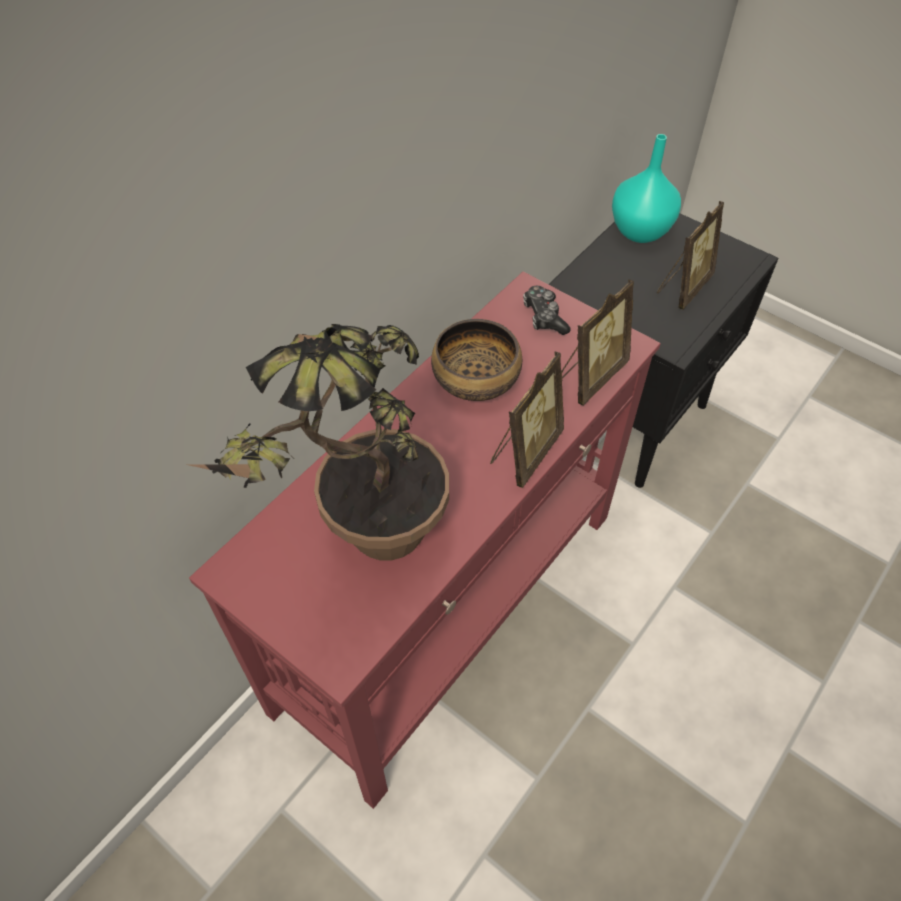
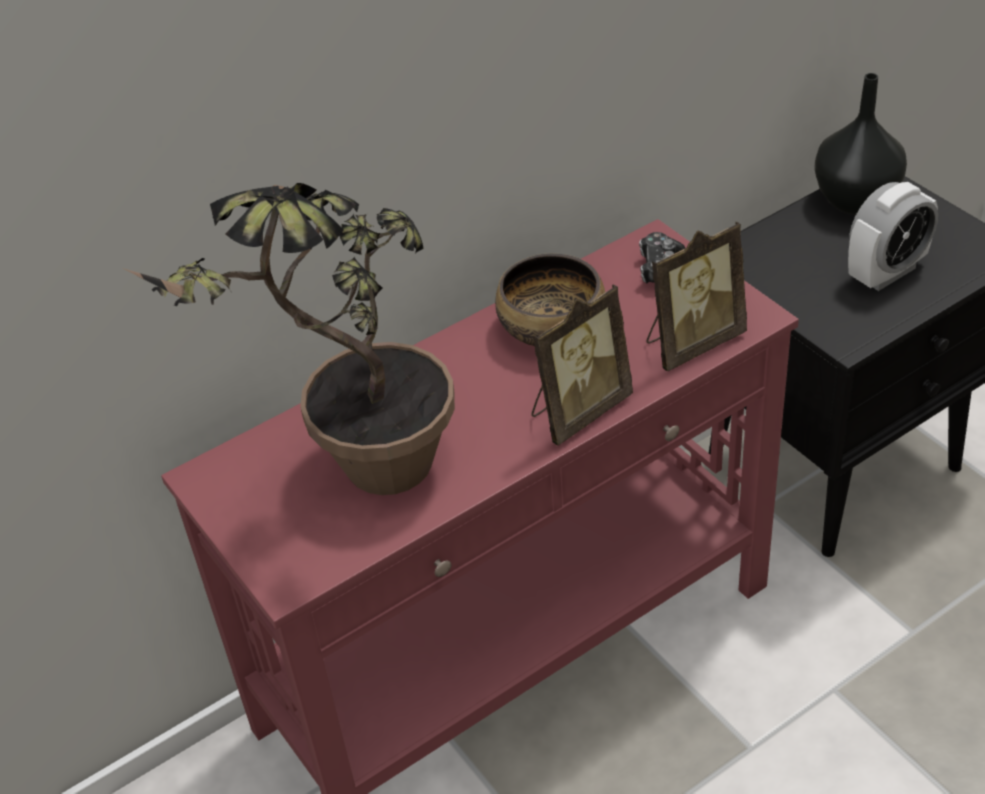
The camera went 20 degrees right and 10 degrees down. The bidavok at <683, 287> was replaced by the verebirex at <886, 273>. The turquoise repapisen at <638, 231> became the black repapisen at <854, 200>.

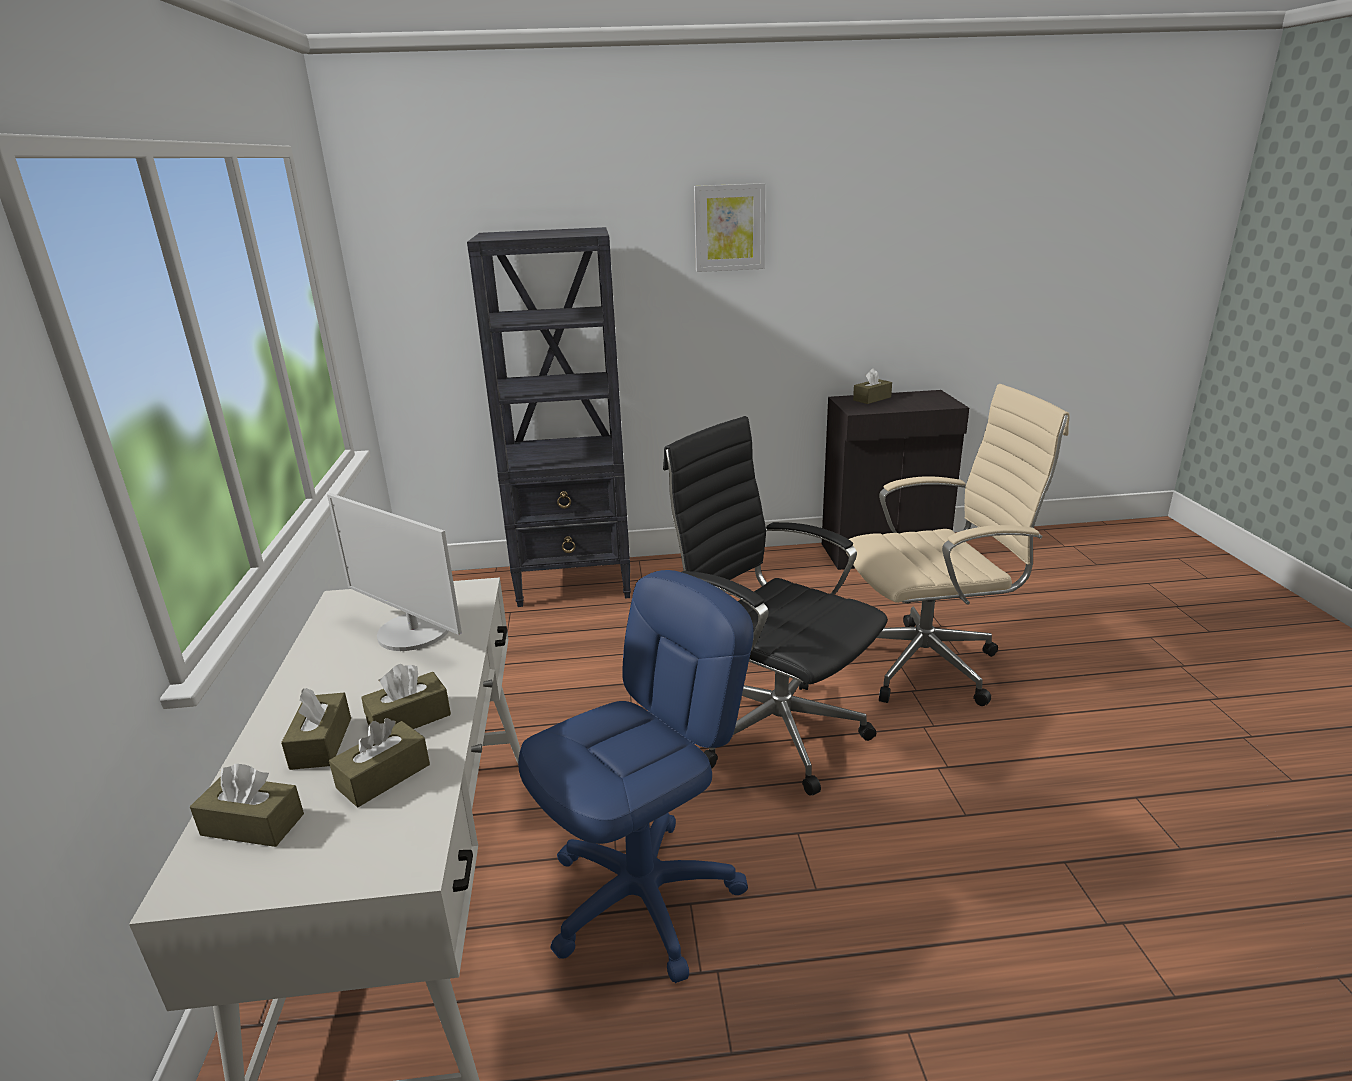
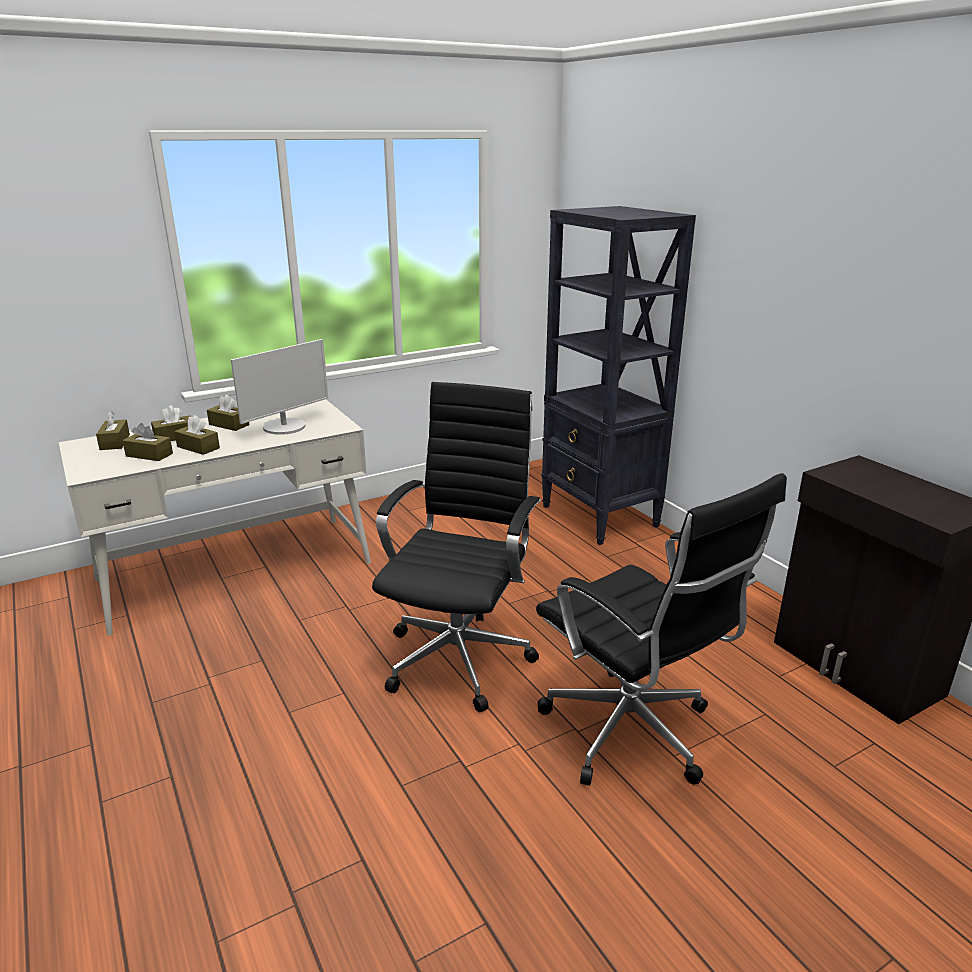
The camera went 65 degrees right and 0 degrees up. The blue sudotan at <644, 898> disappeared. The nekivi at <729, 228> disappeared. The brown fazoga moved from <872, 399> to <229, 425>. The beige sudotan at <930, 664> became the black sudotan at <633, 735>. The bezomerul at <413, 632> turned 150 degrees counterclockwise.

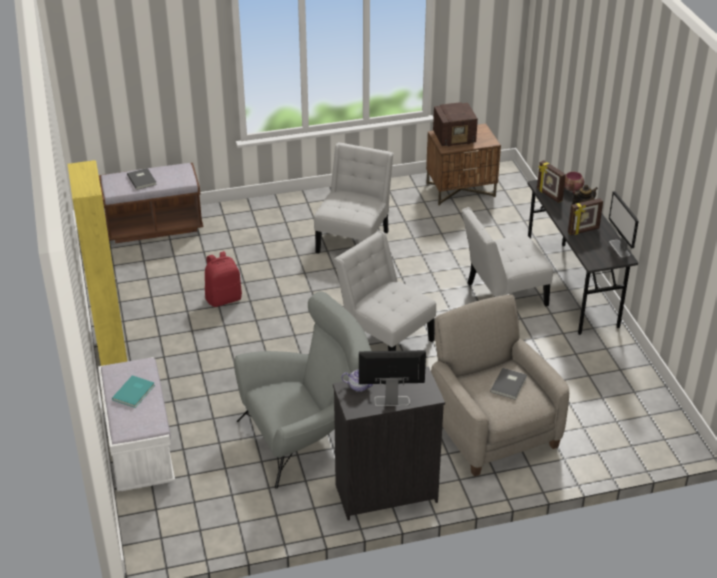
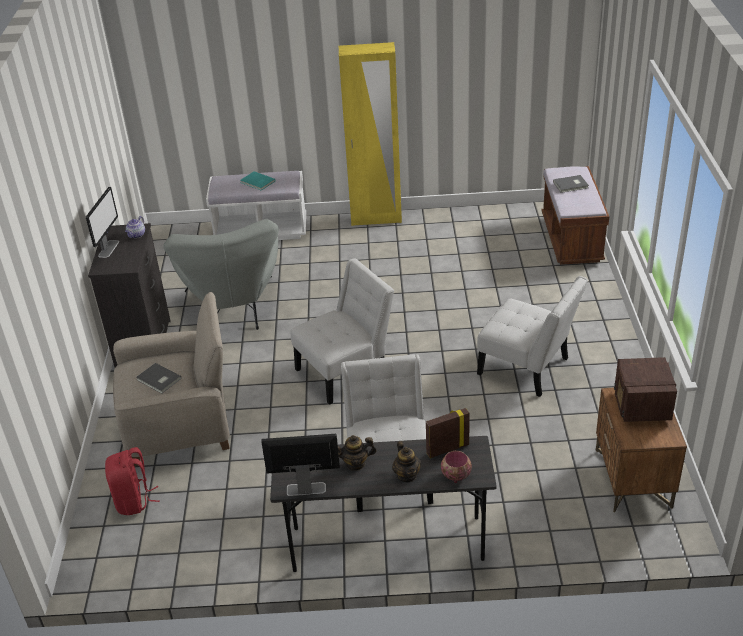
The camera went 105 degrees right and 0 degrees up. The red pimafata moved from <223, 298> to <134, 501>. The bidavok at <583, 231> was replaced by the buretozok at <355, 463>.

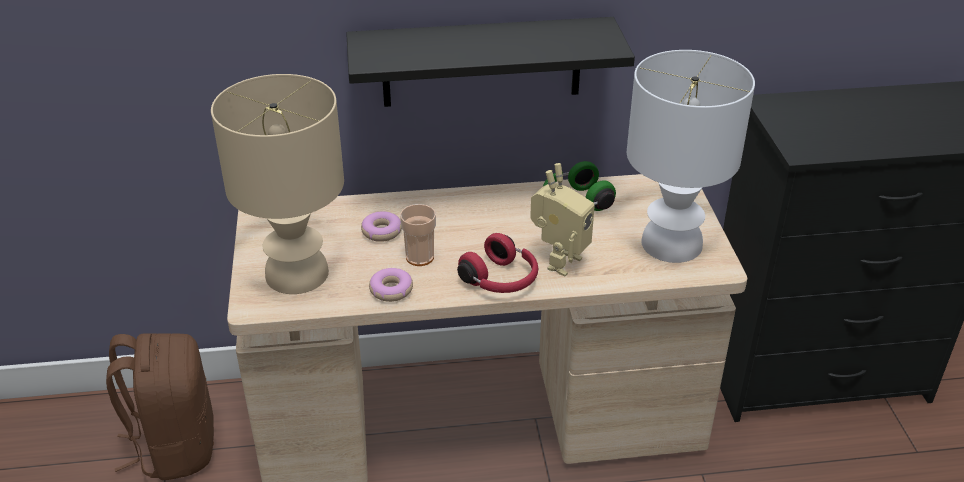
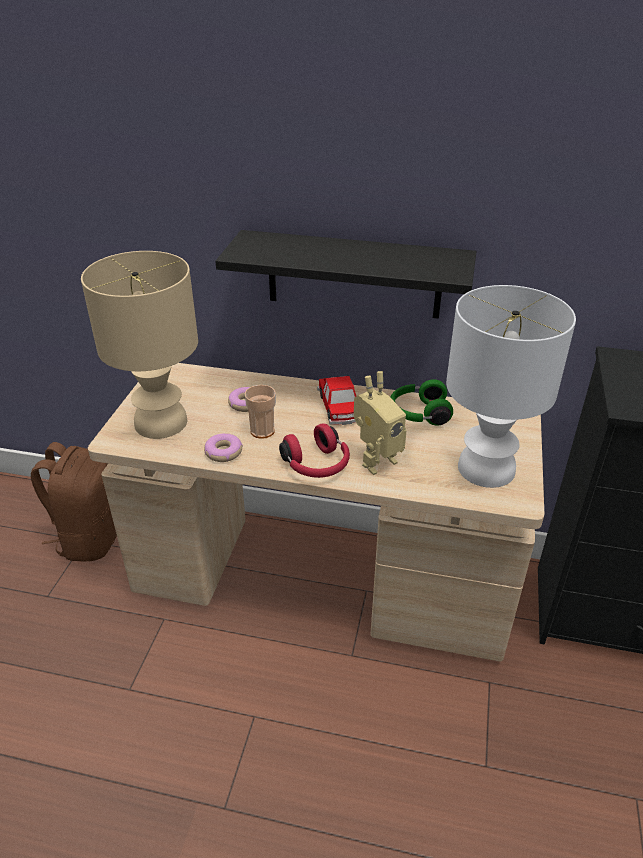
The camera went 20 degrees right and 0 degrees up. The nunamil at <339, 407> appeared.

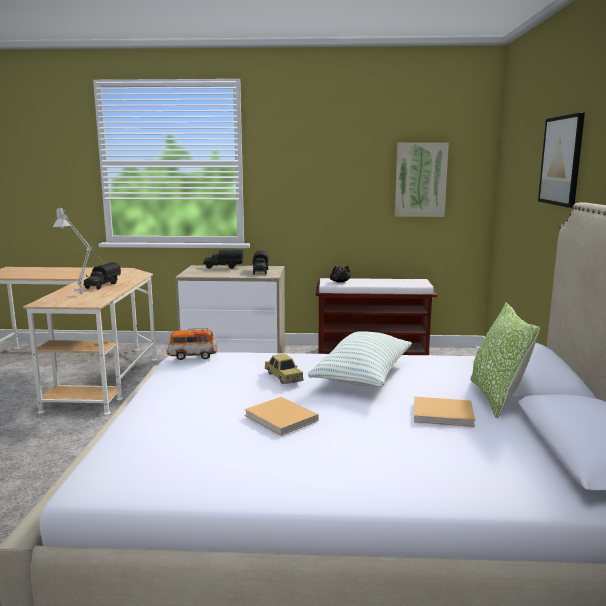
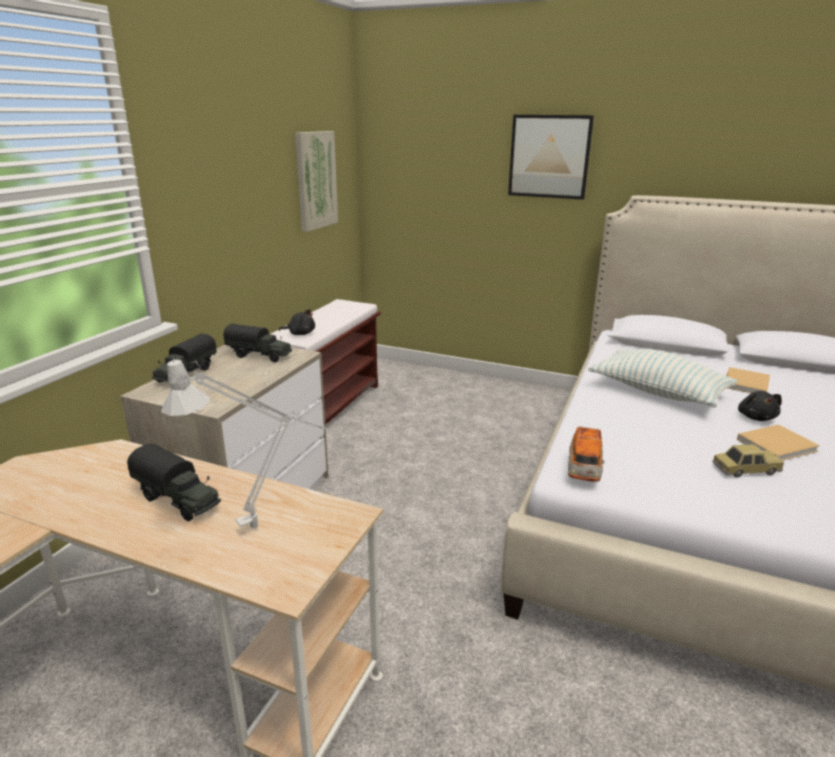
The camera went 70 degrees left and 10 degrees up. The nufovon at <497, 398> disappeared. The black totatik at <756, 417> appeared. The nunamil moved from <283, 377> to <745, 470>.

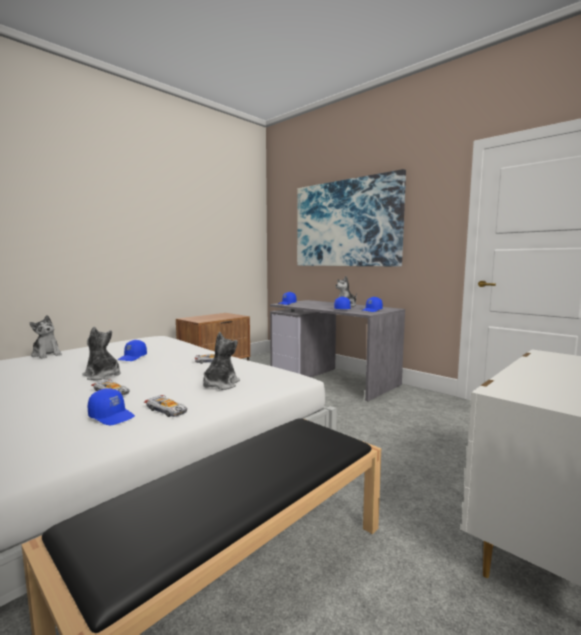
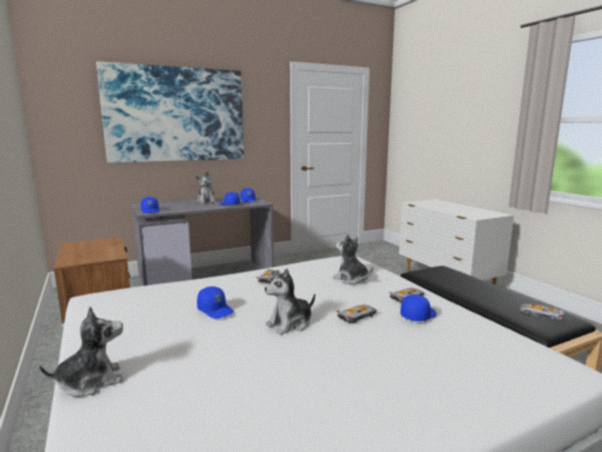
The camera went 70 degrees left and 5 degrees up. The nunamil at <540, 314> appeared.

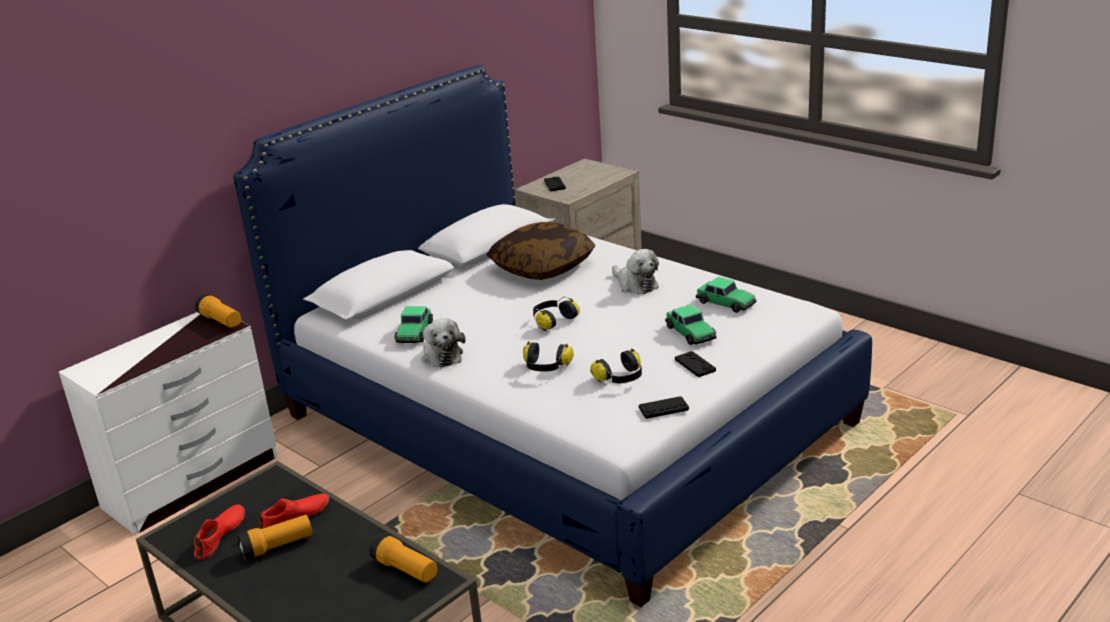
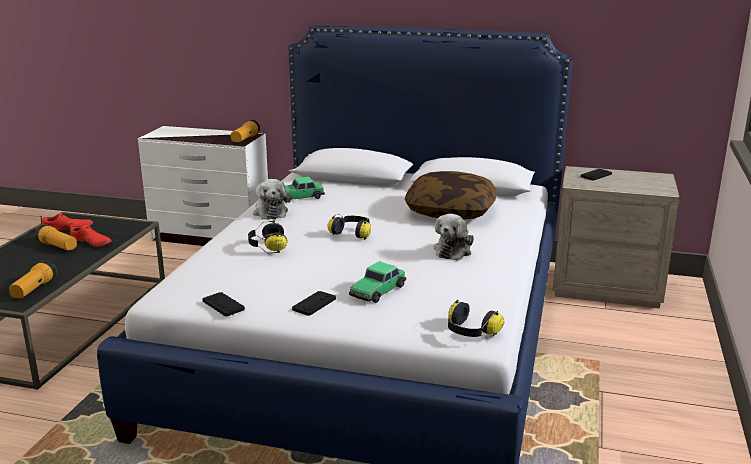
The camera went 60 degrees right and 5 degrees down. The nunamil at <726, 303> disappeared. The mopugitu moved from <621, 378> to <470, 332>. The totatik at <442, 355> turned 60 degrees counterclockwise.

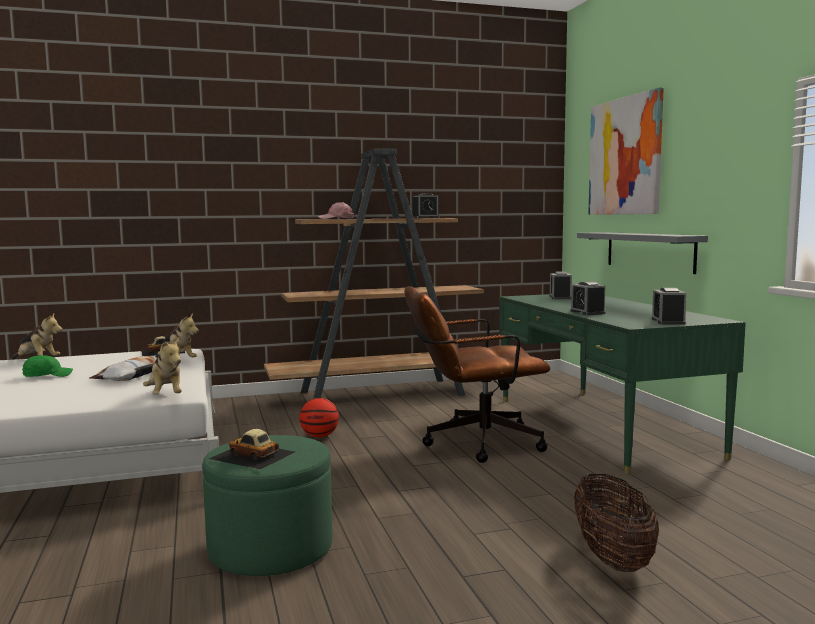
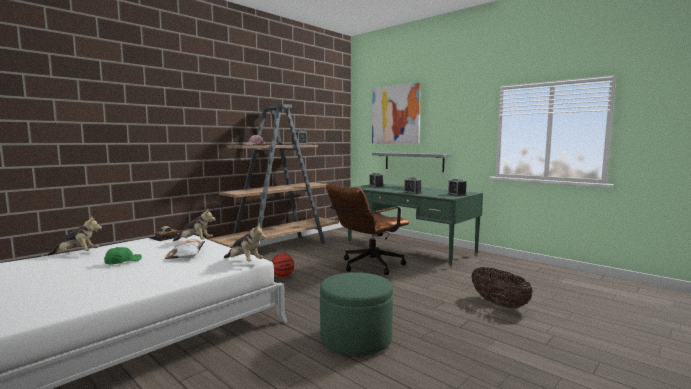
The camera went 30 degrees left and 0 degrees up. The nunamil at <252, 455> disappeared.

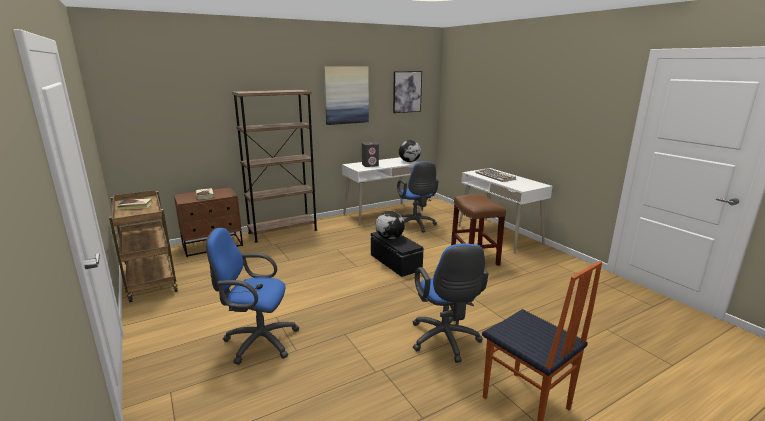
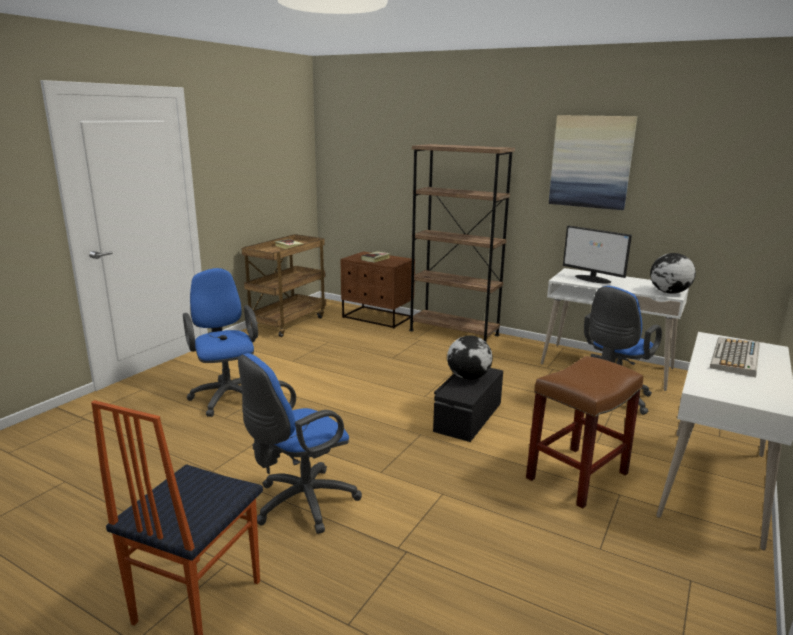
The camera went 60 degrees right and 0 degrees up. The nekivi at <407, 92> disappeared. The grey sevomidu at <370, 165> was replaced by the bezomerul at <593, 279>.

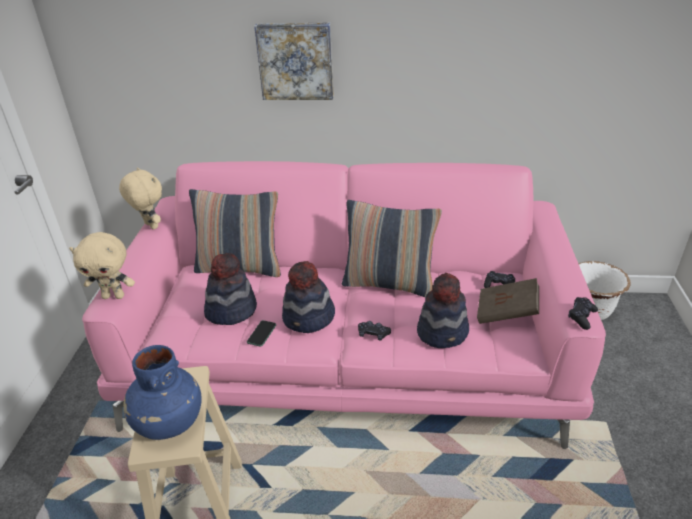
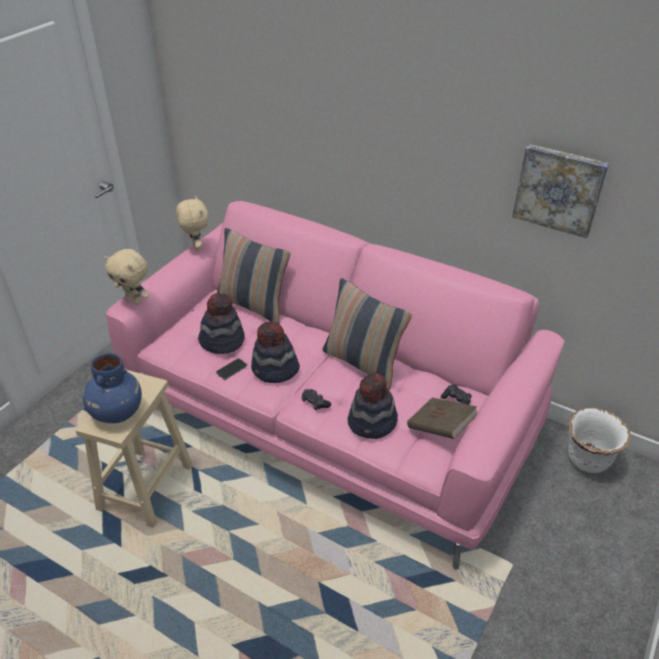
The camera went 25 degrees right and 5 degrees up. The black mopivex at <581, 317> disappeared. The nekivi moved from <296, 61> to <559, 189>.

